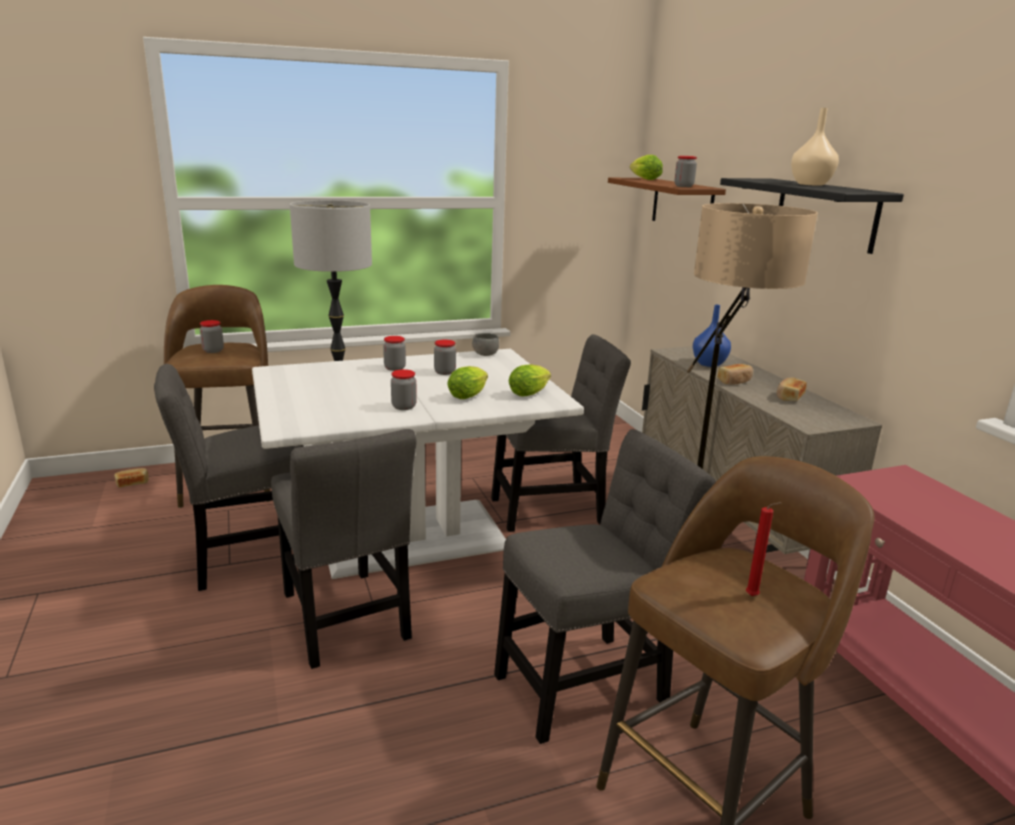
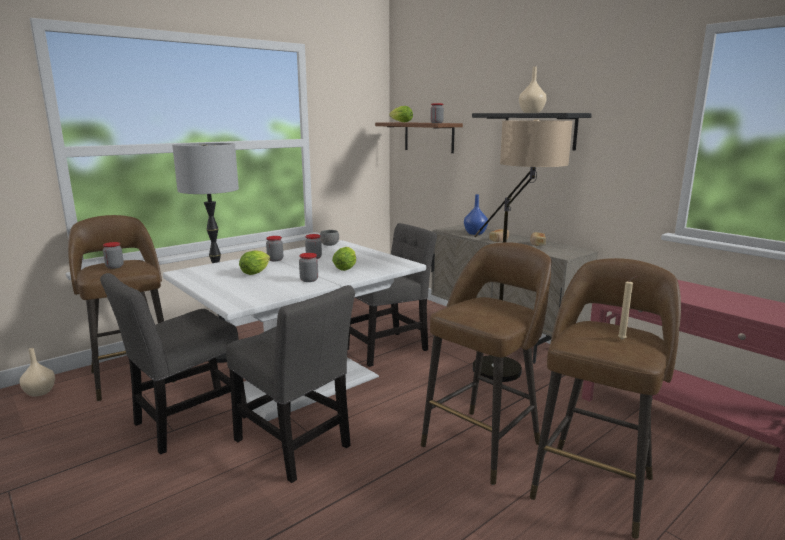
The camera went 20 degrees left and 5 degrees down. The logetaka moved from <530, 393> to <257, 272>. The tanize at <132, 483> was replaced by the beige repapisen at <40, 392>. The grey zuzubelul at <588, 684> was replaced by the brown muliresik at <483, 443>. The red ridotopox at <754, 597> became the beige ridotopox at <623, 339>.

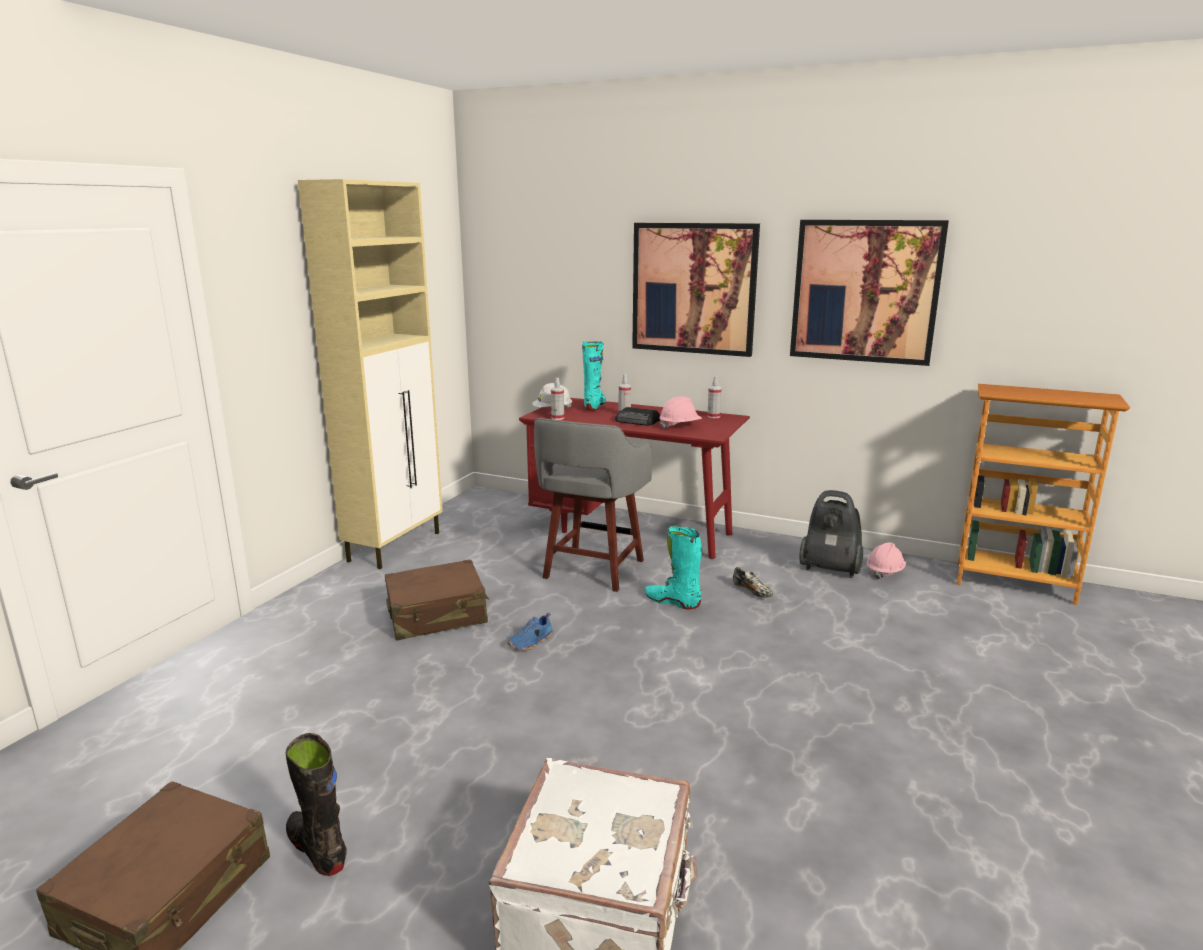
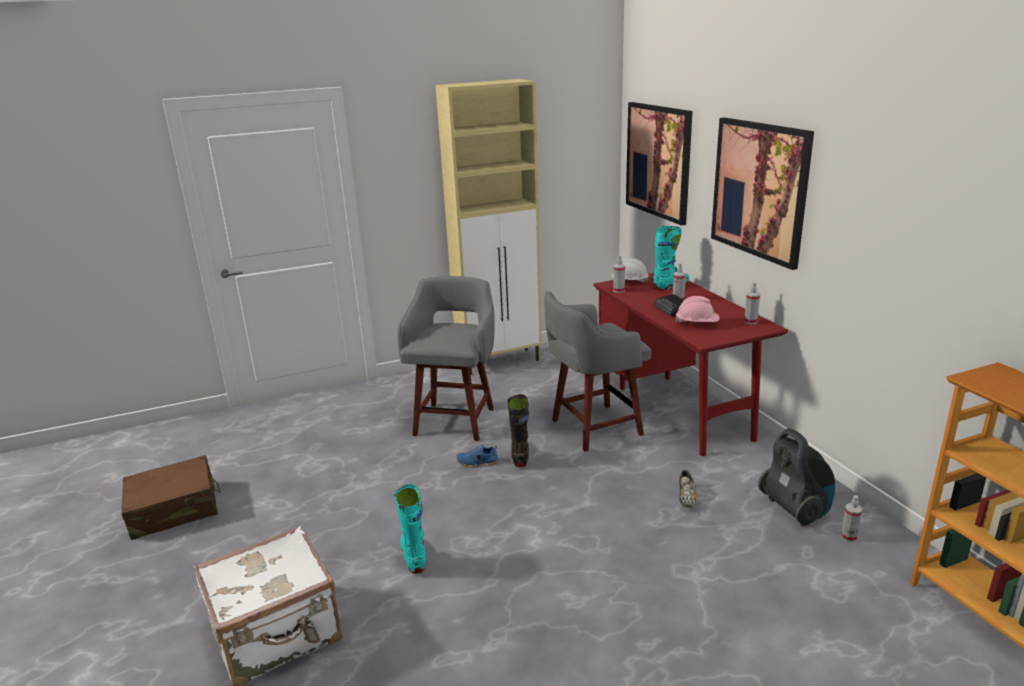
The camera went 45 degrees right and 5 degrees up. The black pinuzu moved from <317, 849> to <520, 456>. The turquoise pinuzu moved from <672, 602> to <414, 556>. The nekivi moved from <865, 291> to <658, 161>. The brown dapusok at <437, 615> was replaced by the grey muliresik at <455, 420>. The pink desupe at <884, 572> was replaced by the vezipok at <848, 537>.

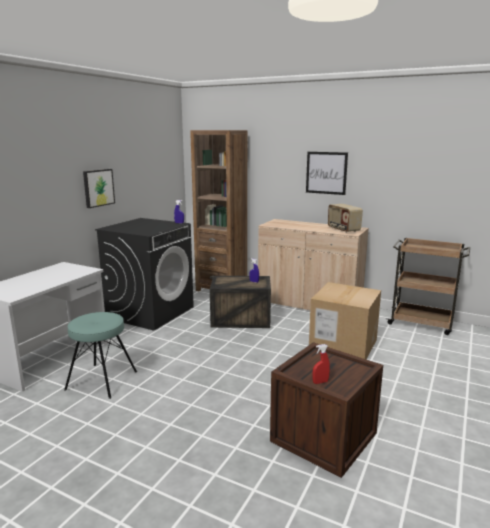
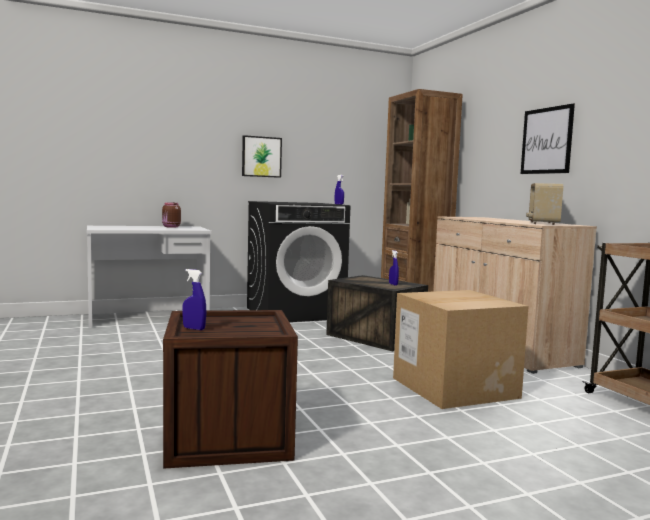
The camera went 40 degrees right and 10 degrees down. The turquoise muliresik at <101, 380> disappeared. The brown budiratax at <171, 227> appeared. The red vezipok at <320, 382> became the blue vezipok at <194, 328>.

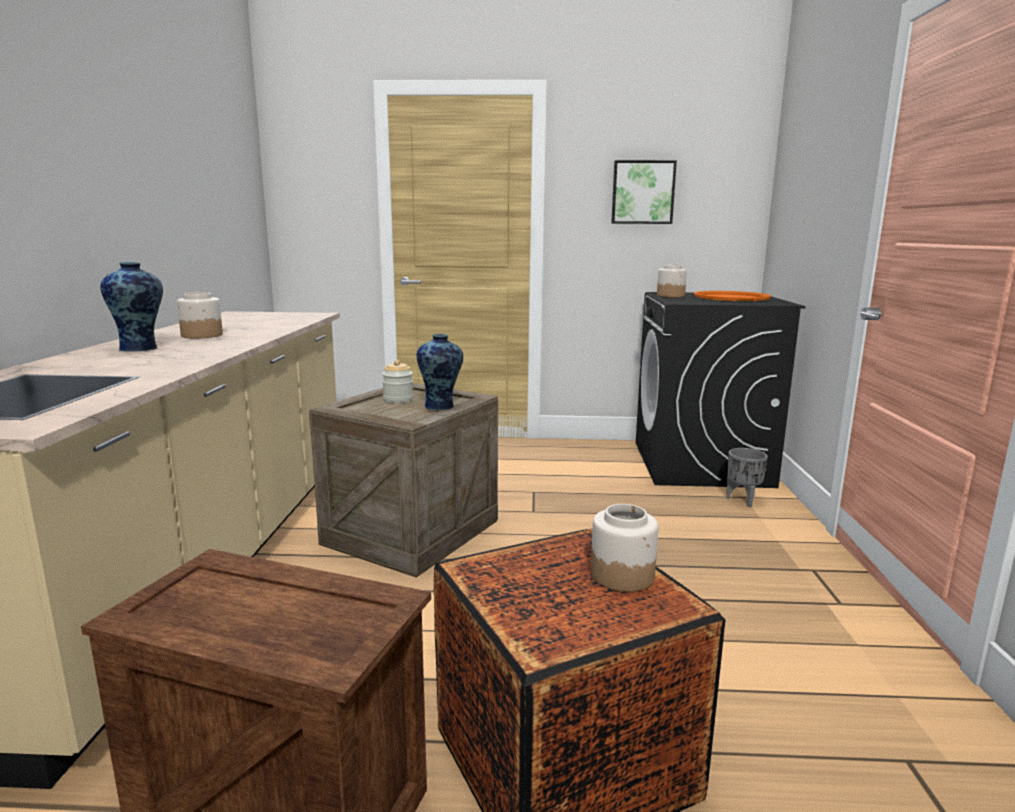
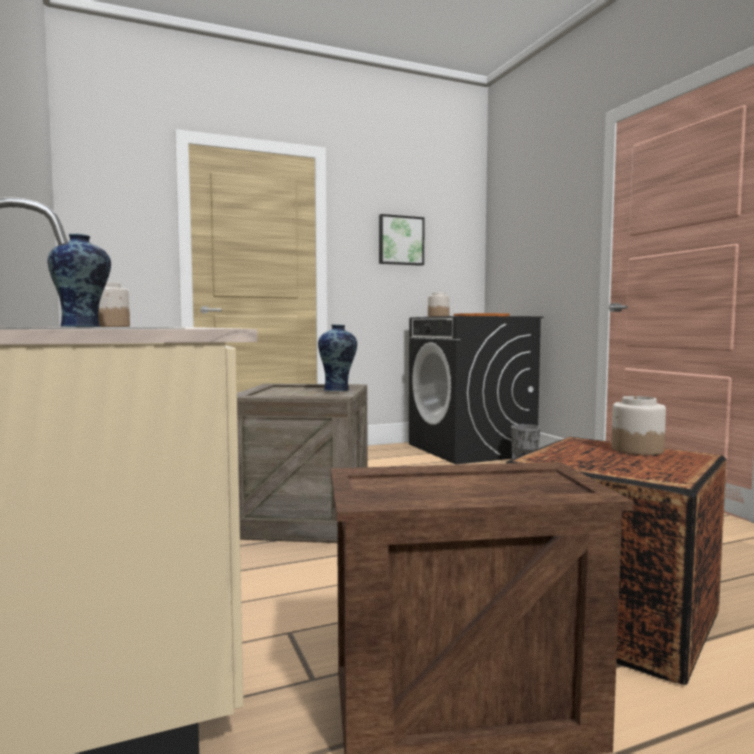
The camera went 25 degrees left and 10 degrees down. The budiratax at <398, 399> disappeared.

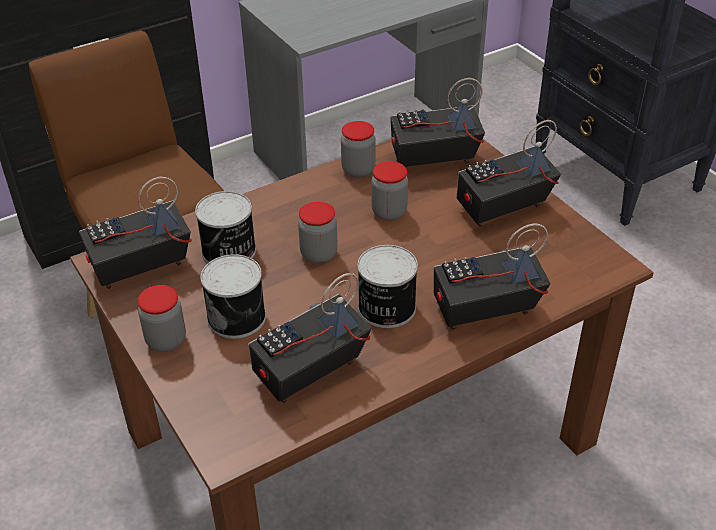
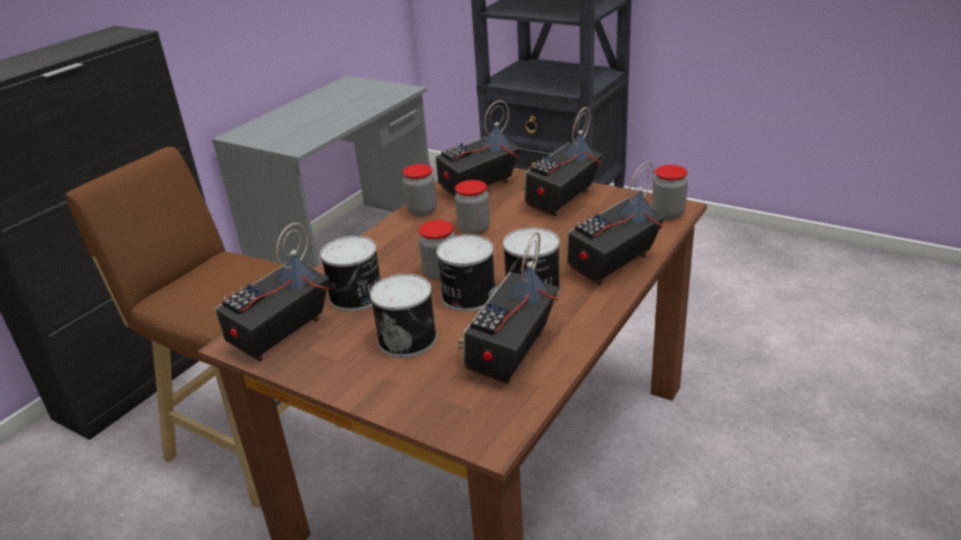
The camera went 25 degrees left and 10 degrees down. The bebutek at <467, 296> appeared. The budiratax moved from <166, 340> to <668, 214>.

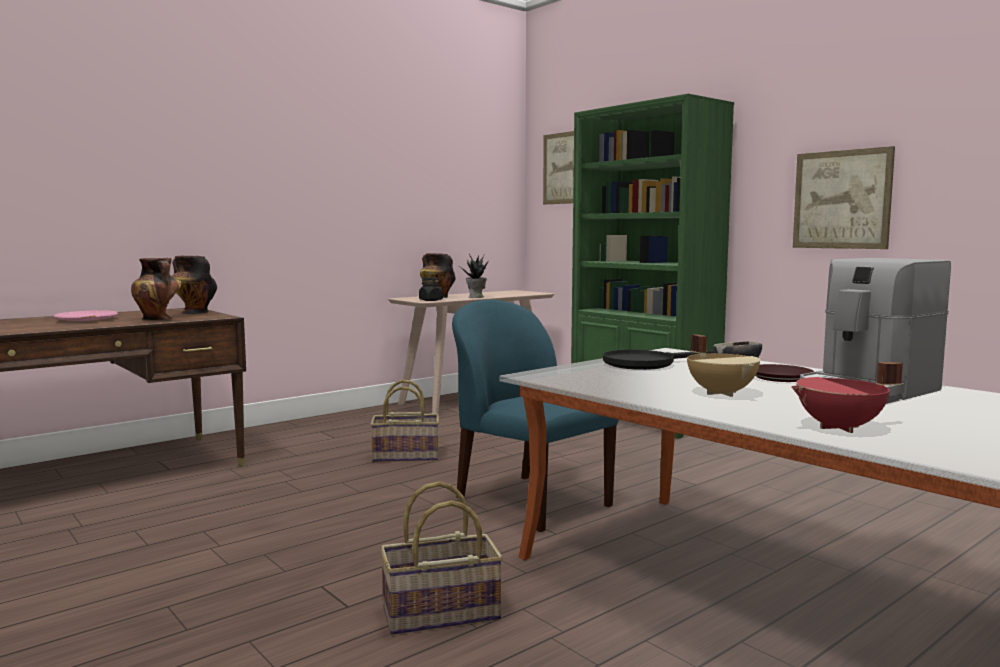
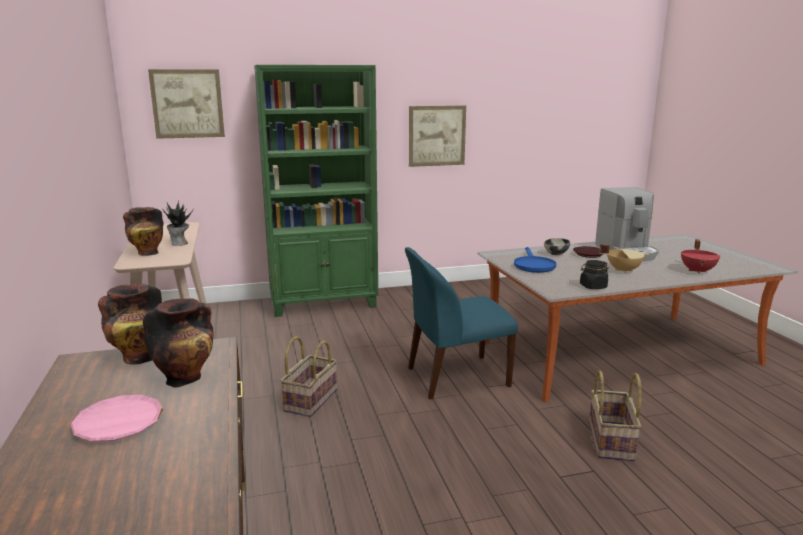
The camera went 65 degrees left and 10 degrees up. The black budiratax moved from <430, 300> to <593, 286>. The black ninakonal at <647, 363> became the blue ninakonal at <533, 265>.

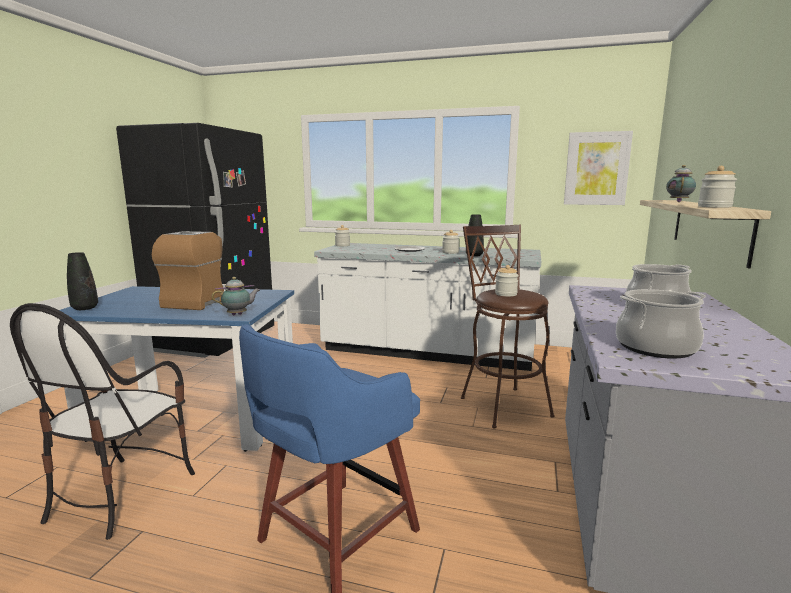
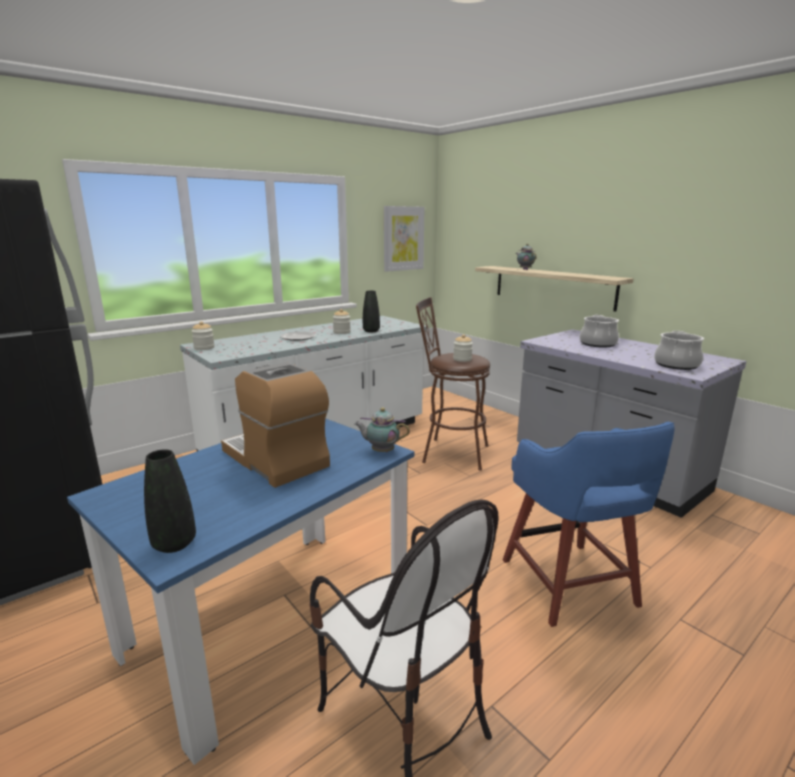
The camera went 55 degrees left and 5 degrees up. The budiratax at <714, 207> disappeared. The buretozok at <238, 314> turned 90 degrees counterclockwise.

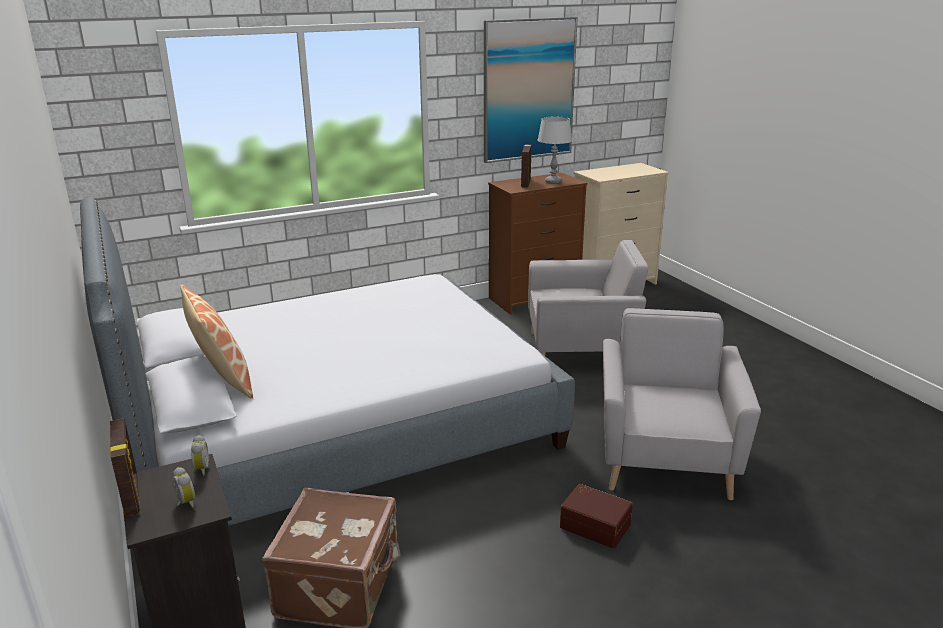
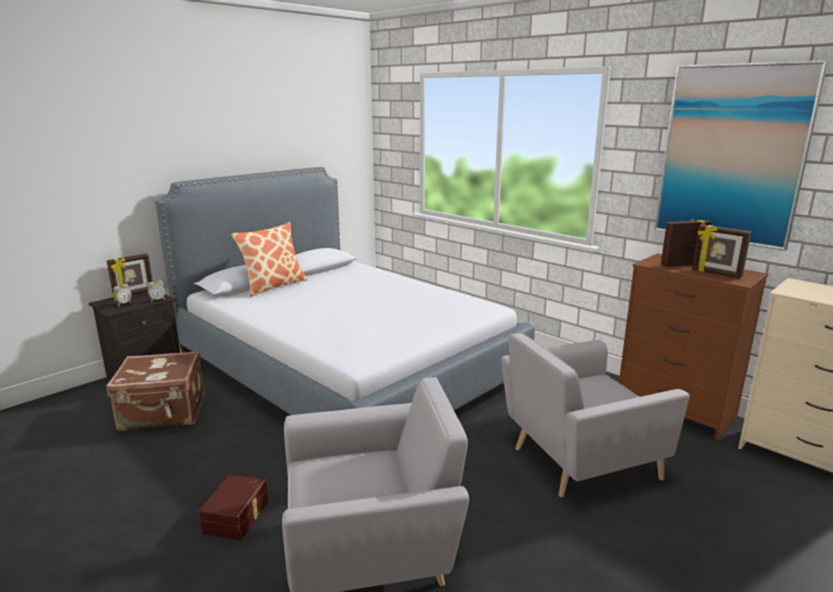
The camera went 70 degrees right and 5 degrees down. The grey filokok at <553, 181> was replaced by the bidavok at <716, 273>. The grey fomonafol at <581, 350> turned 90 degrees clockwise.

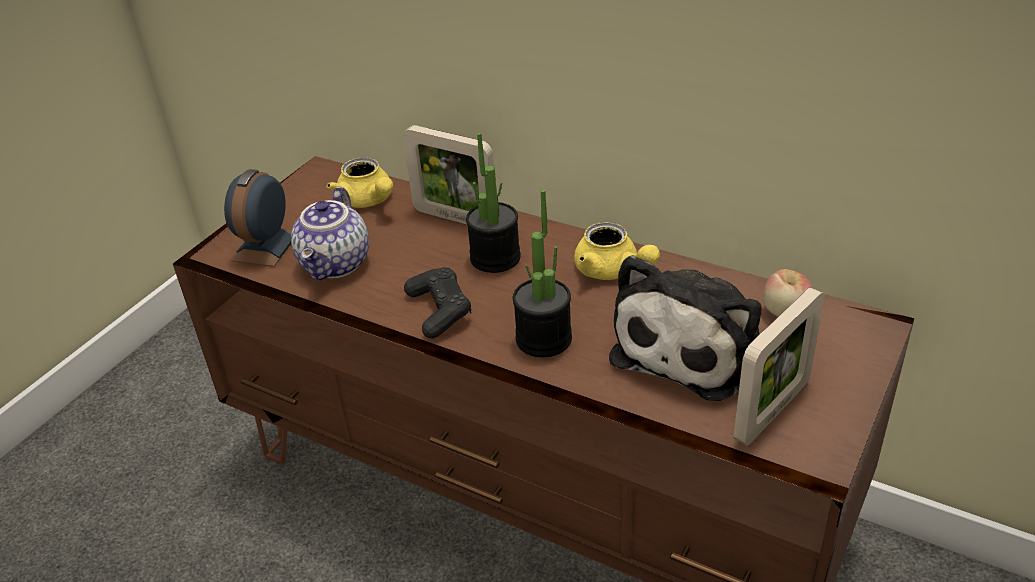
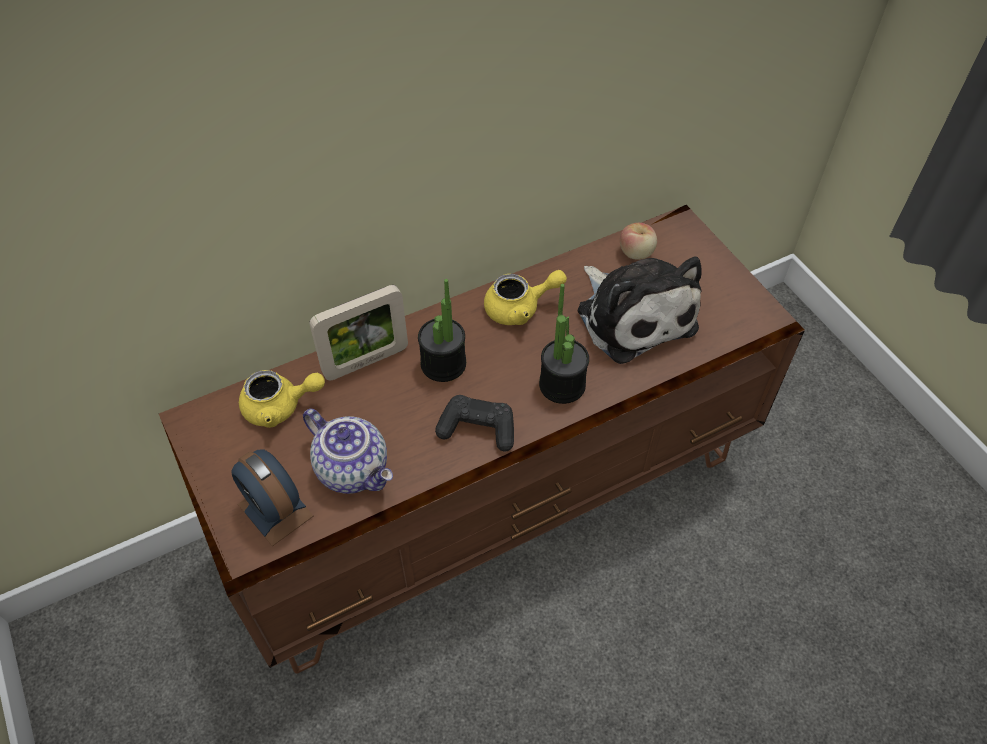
The camera went 60 degrees left and 15 degrees up. The bidavok at <772, 411> disappeared.

